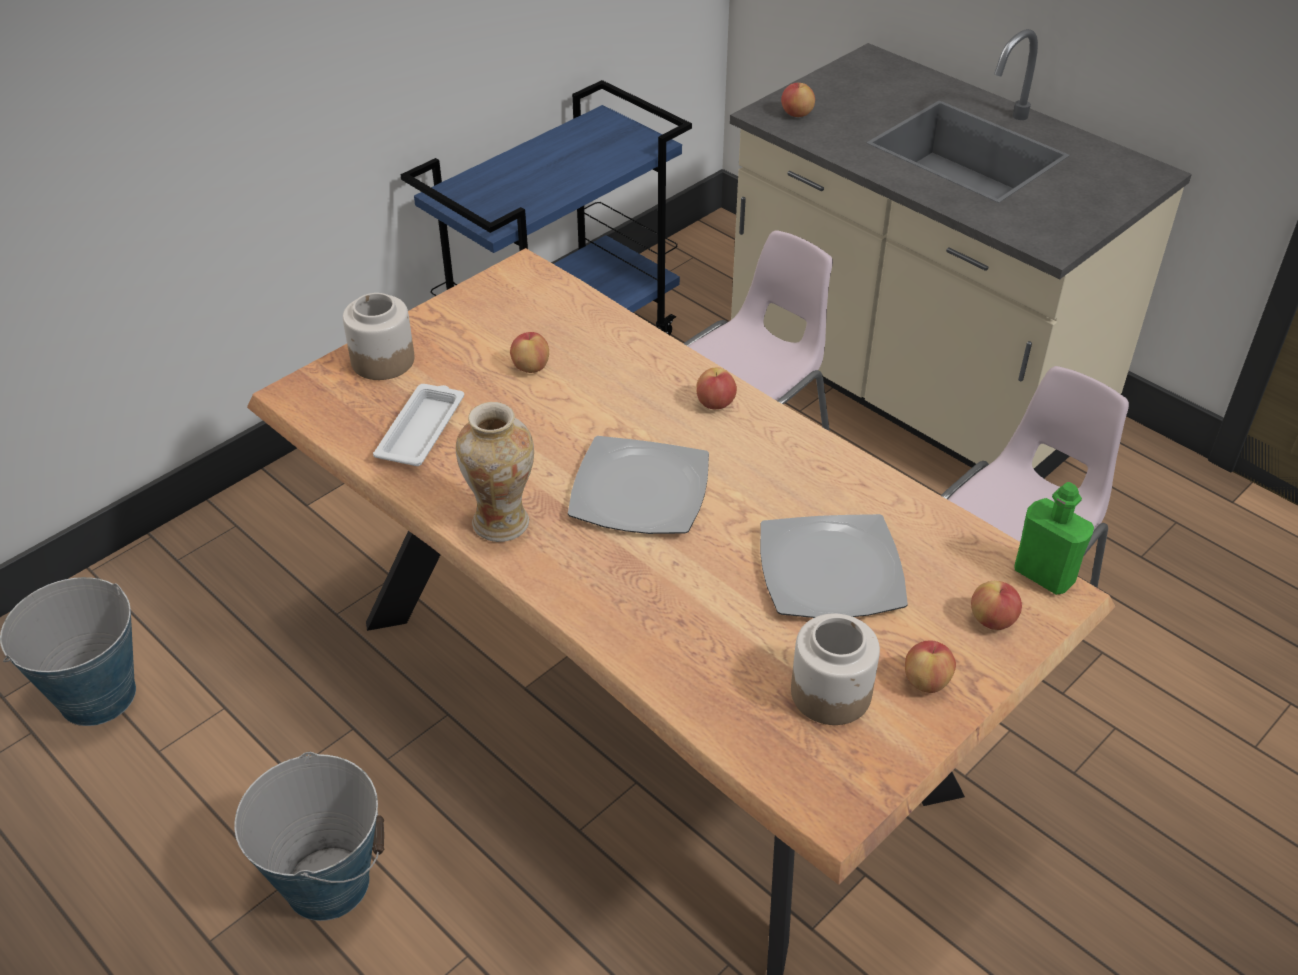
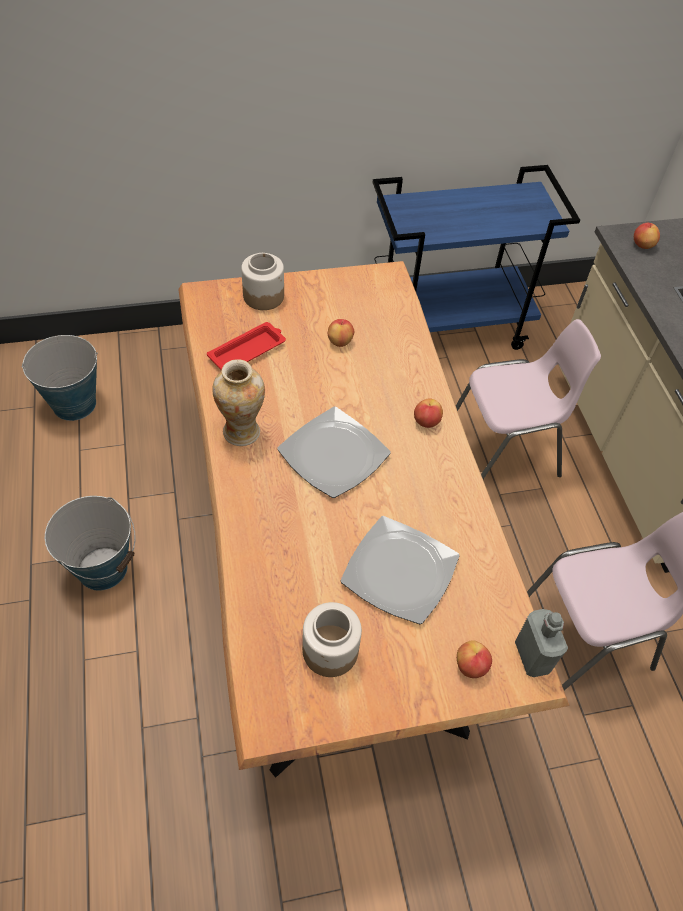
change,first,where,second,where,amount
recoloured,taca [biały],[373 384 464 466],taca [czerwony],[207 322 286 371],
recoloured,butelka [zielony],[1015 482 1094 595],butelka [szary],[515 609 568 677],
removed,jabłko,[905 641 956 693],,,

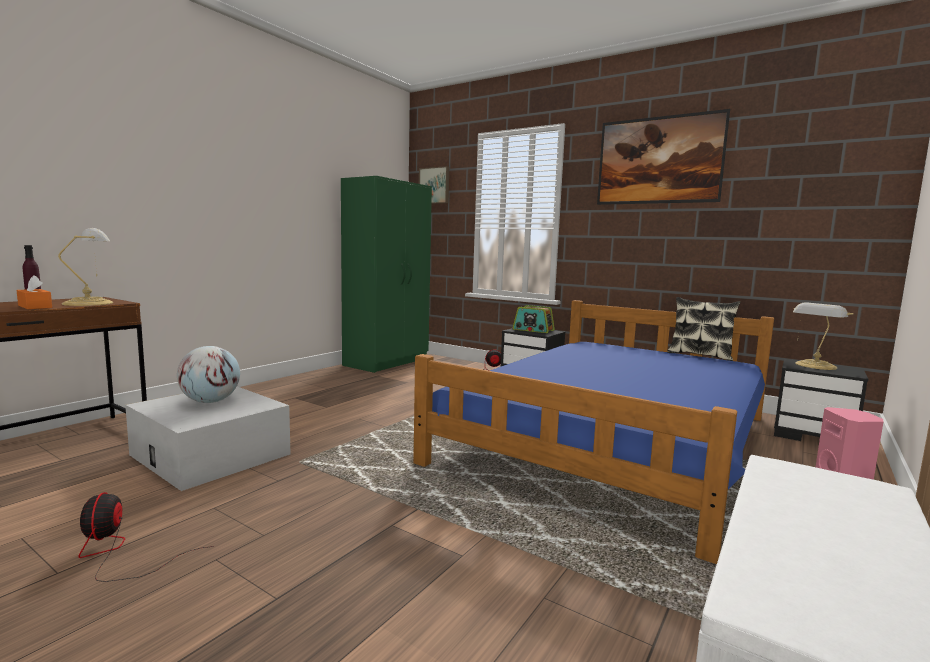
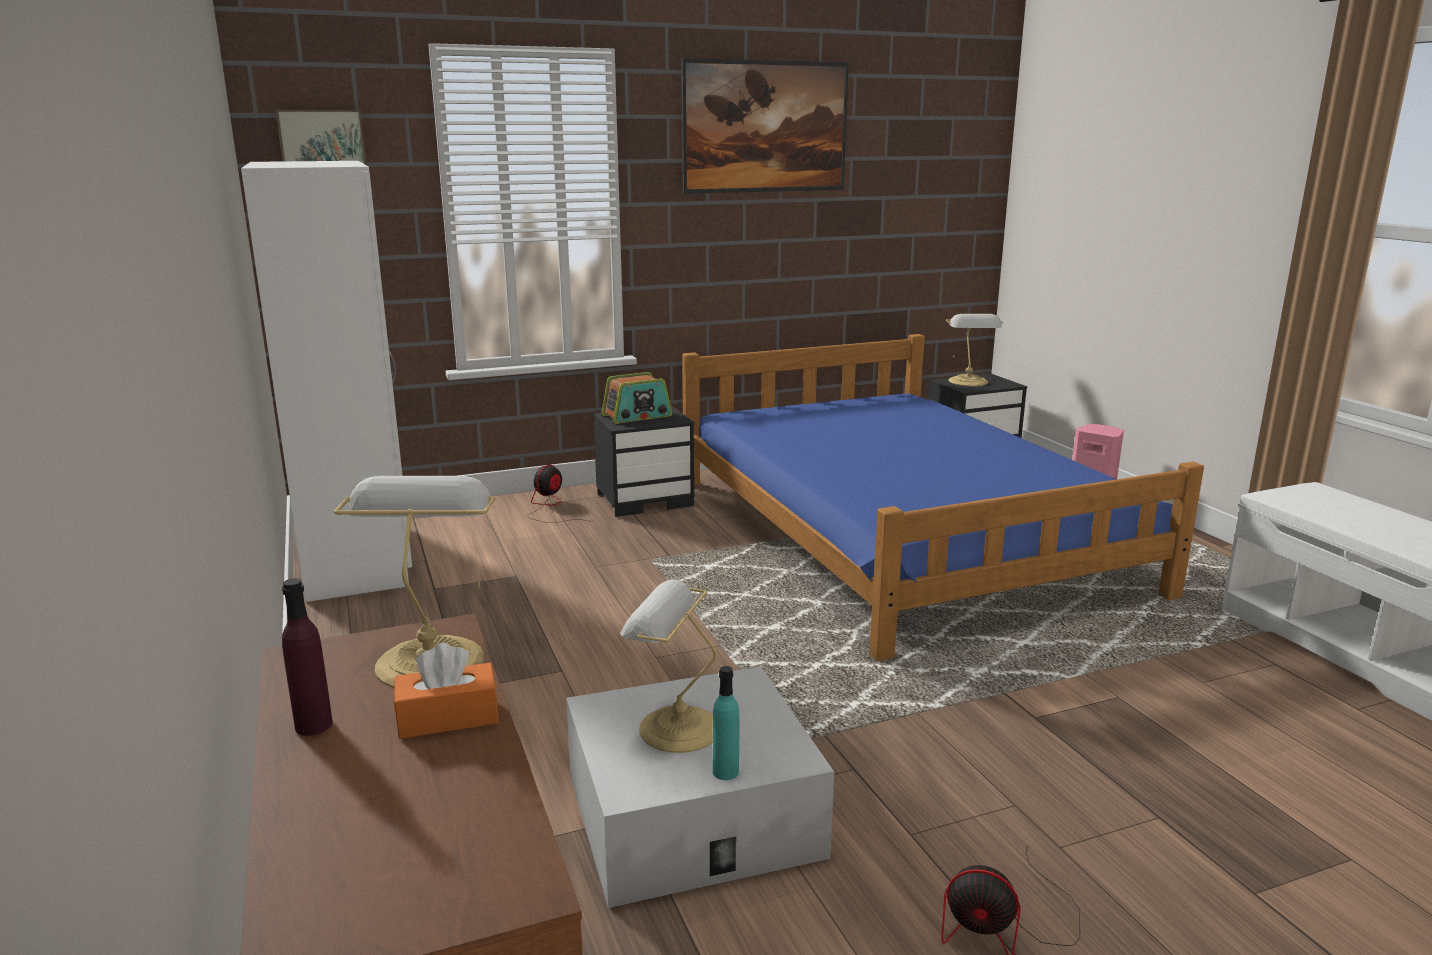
change,first,where,second,where,amount
recoloured,szafa [zielony],[341 176 432 373],szafa [biały],[241 161 412 602],
replaced,globus,[177 346 240 403],lampa stołowa,[620 580 717 753],
added,,,butelka [turkusowy],[713 666 739 780],
removed,poduszka,[667 297 740 361],,,

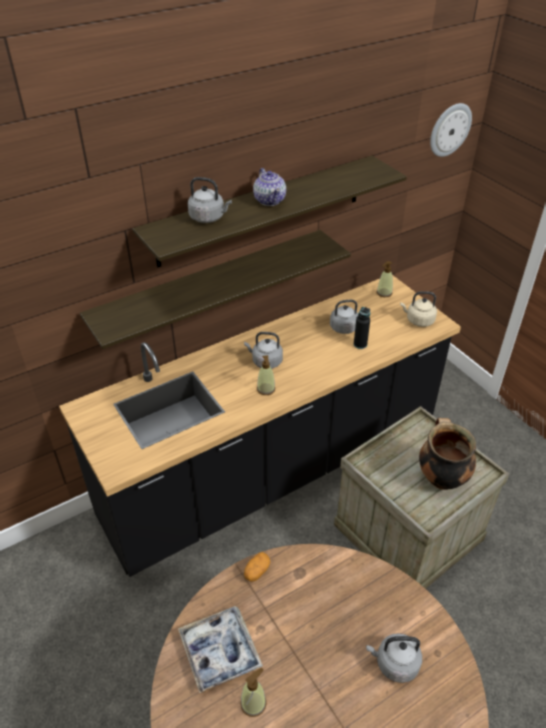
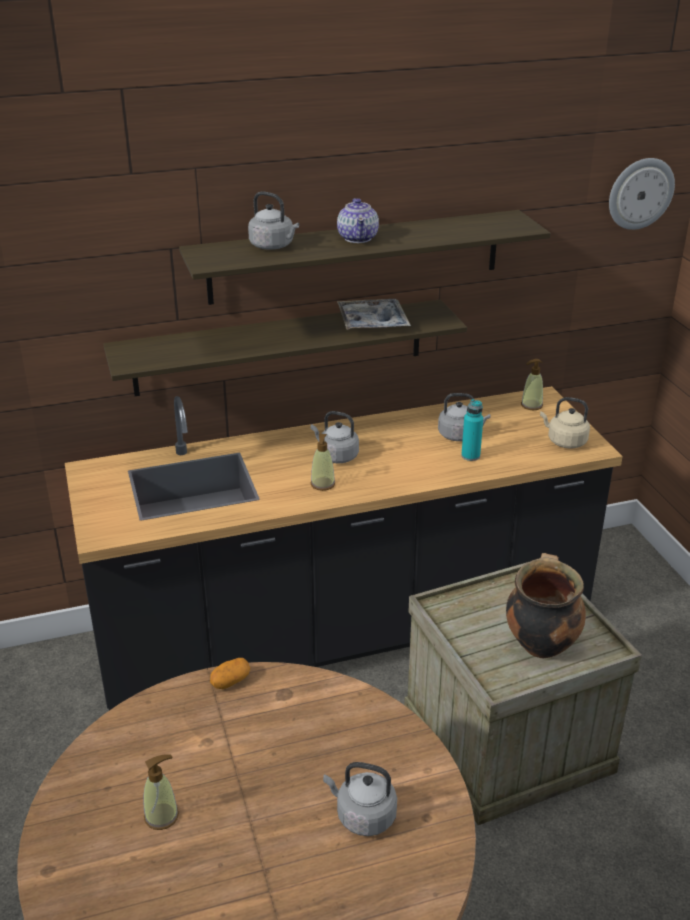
change,first,where,second,where,amount
moved,taca,[178 606 263 693],,[337 299 411 330],
recoloured,butelka [czarny],[354 307 370 349],butelka [turkusowy],[461 399 483 461],

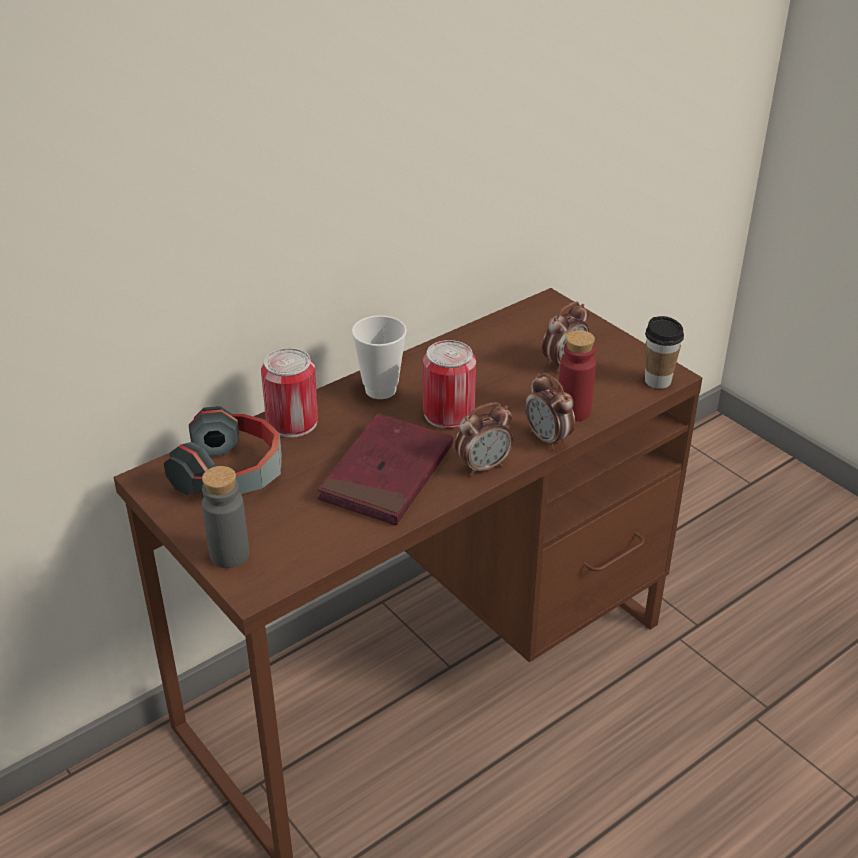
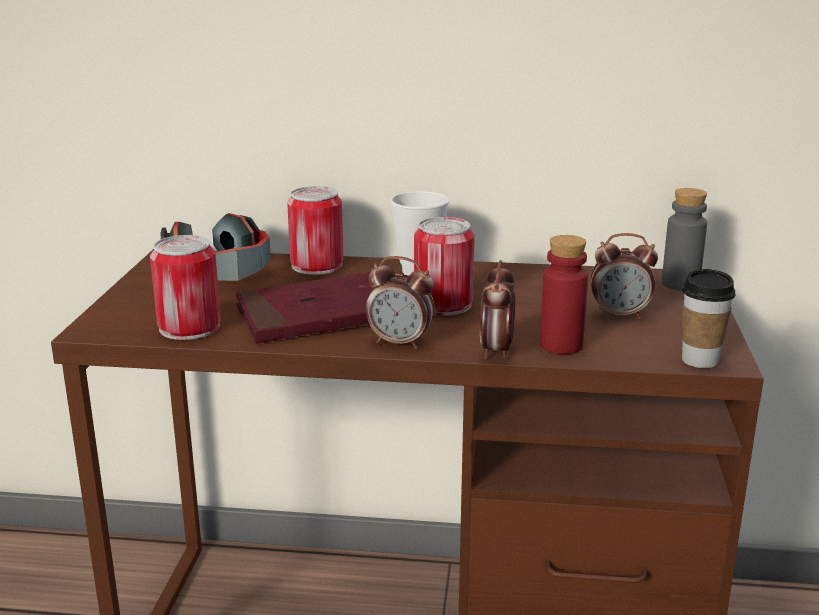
change,first,where,second,where,amount
added,,,puszka,[150 235 221 340],
moved,butelka [szary],[202 466 249 568],,[662 188 707 291],

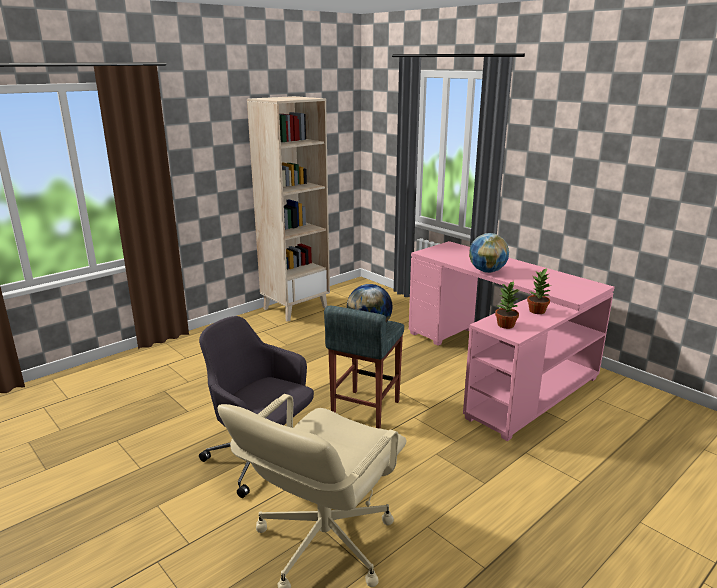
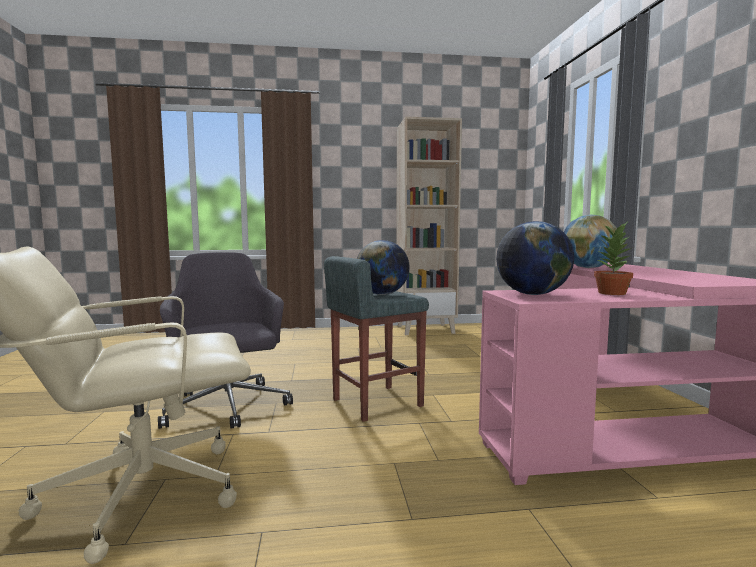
change,first,where,second,where,amount
replaced,roślina doniczkowa,[495 281 519 329],globus,[496 221 574 295],

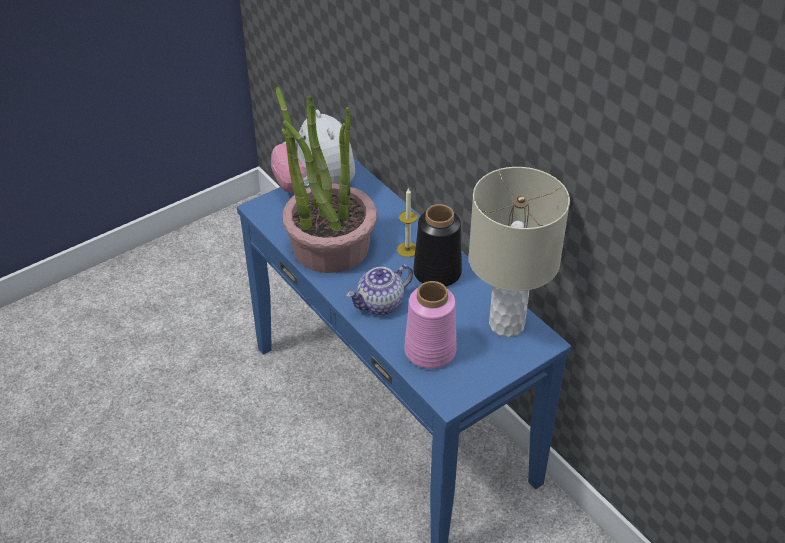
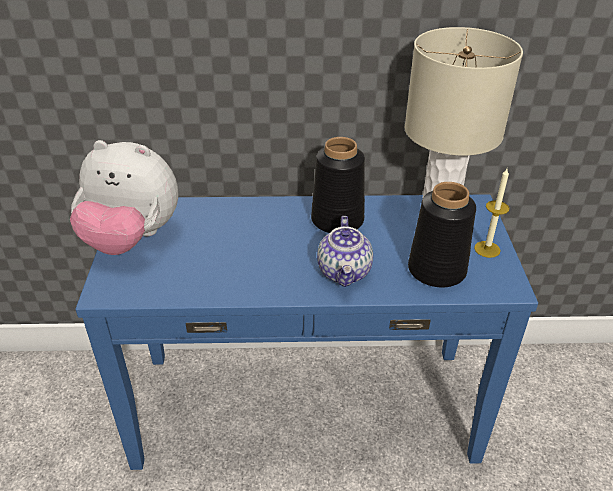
change,first,where,second,where,amount
recoloured,wazon [różowy],[404 281 456 369],wazon [czarny],[408 182 476 287],
moved,świeca,[397 187 418 257],,[474 169 509 258],
removed,roślina doniczkowa,[275 87 377 273],,,

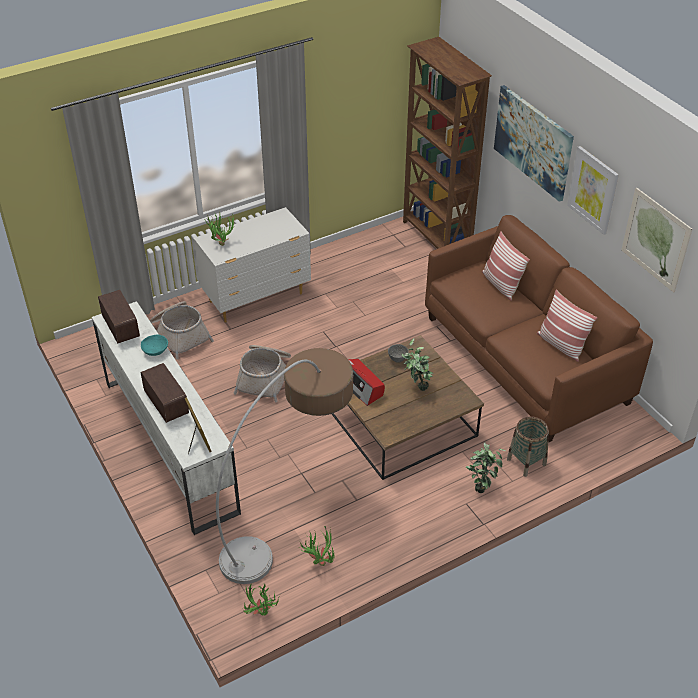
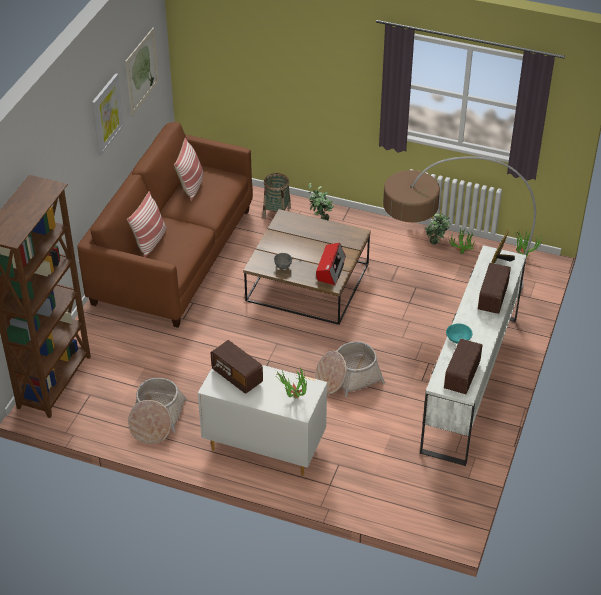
change,first,where,second,where,amount
moved,koszyk,[150 301 214 359],,[128 378 187 444],
added,,,radio,[211 340 263 394],
moved,roślina doniczkowa,[402 339 434 391],,[425 214 451 245],
removed,obraz,[494 85 574 202],,,

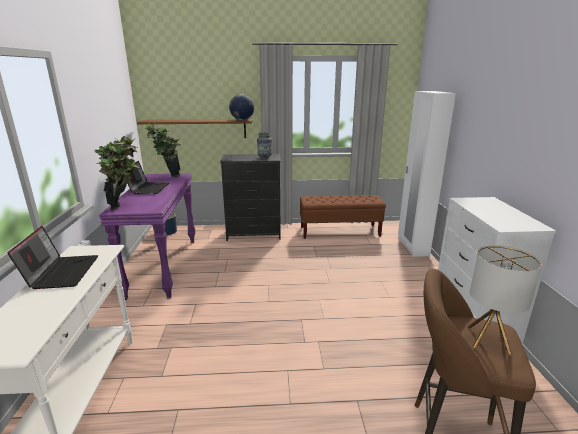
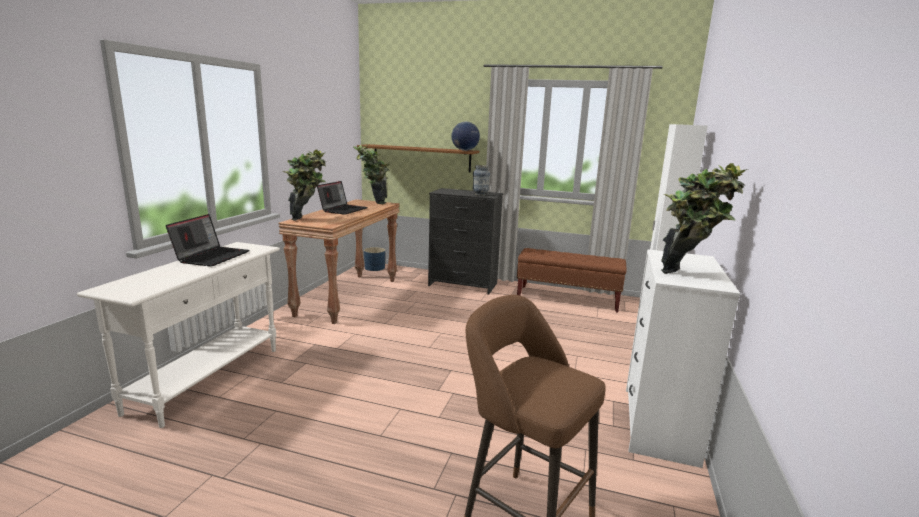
change,first,where,second,where,amount
recoloured,stolik konsolowy [fioletowy],[99 173 196 300],stolik konsolowy [brązowy],[278 199 400 324],
added,,,roślina doniczkowa,[661 163 748 274],
removed,lampa stołowa,[467 245 542 355],,,

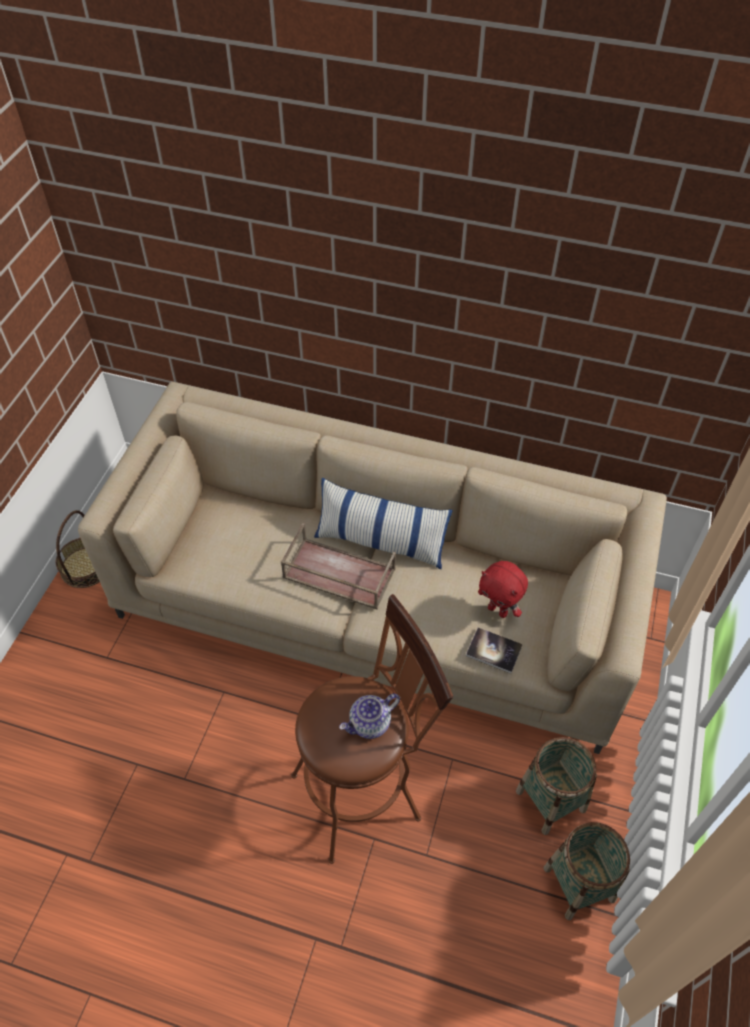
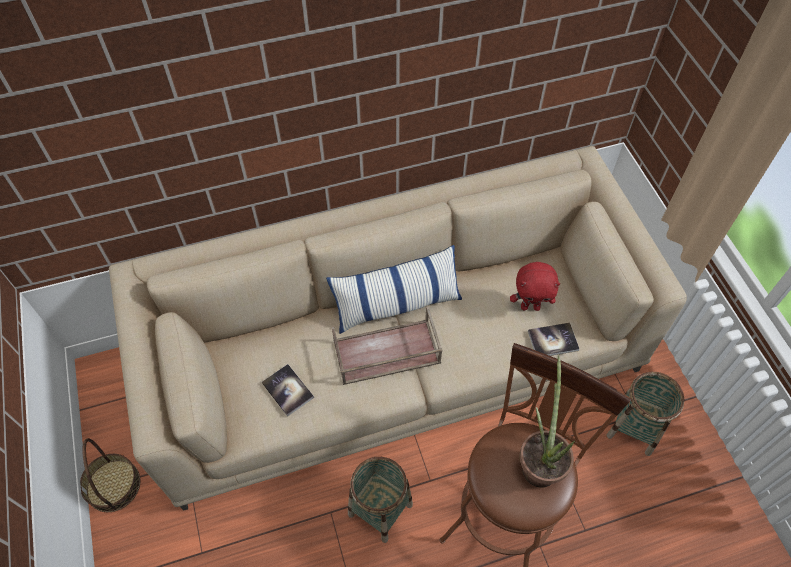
change,first,where,second,where,amount
added,,,książka,[262 364 314 417],
moved,koszyk,[544 822 630 920],,[348 457 413 543],
replaced,imbryk,[339 694 400 739],roślina doniczkowa,[519 355 575 488],

